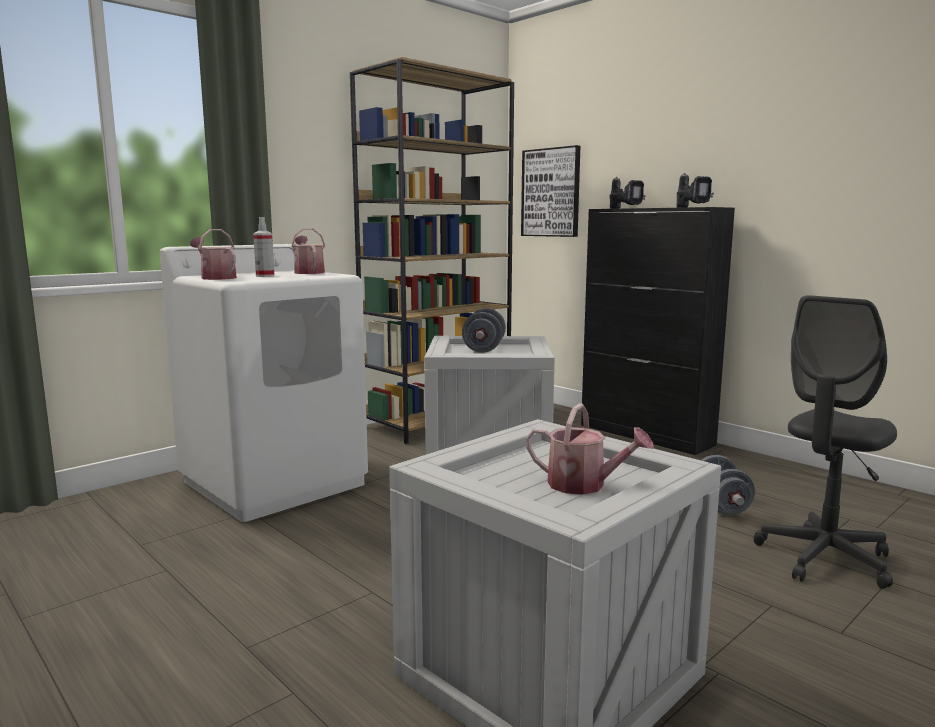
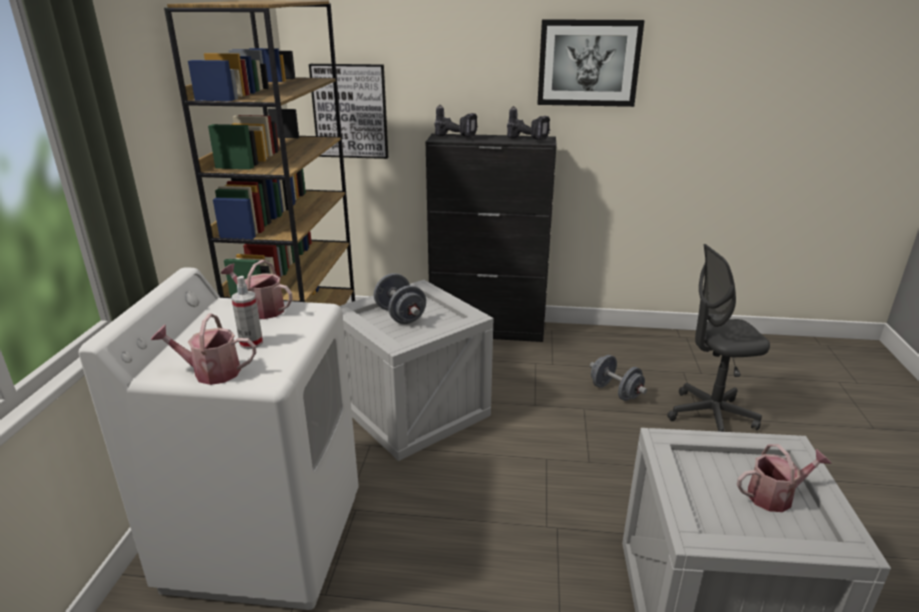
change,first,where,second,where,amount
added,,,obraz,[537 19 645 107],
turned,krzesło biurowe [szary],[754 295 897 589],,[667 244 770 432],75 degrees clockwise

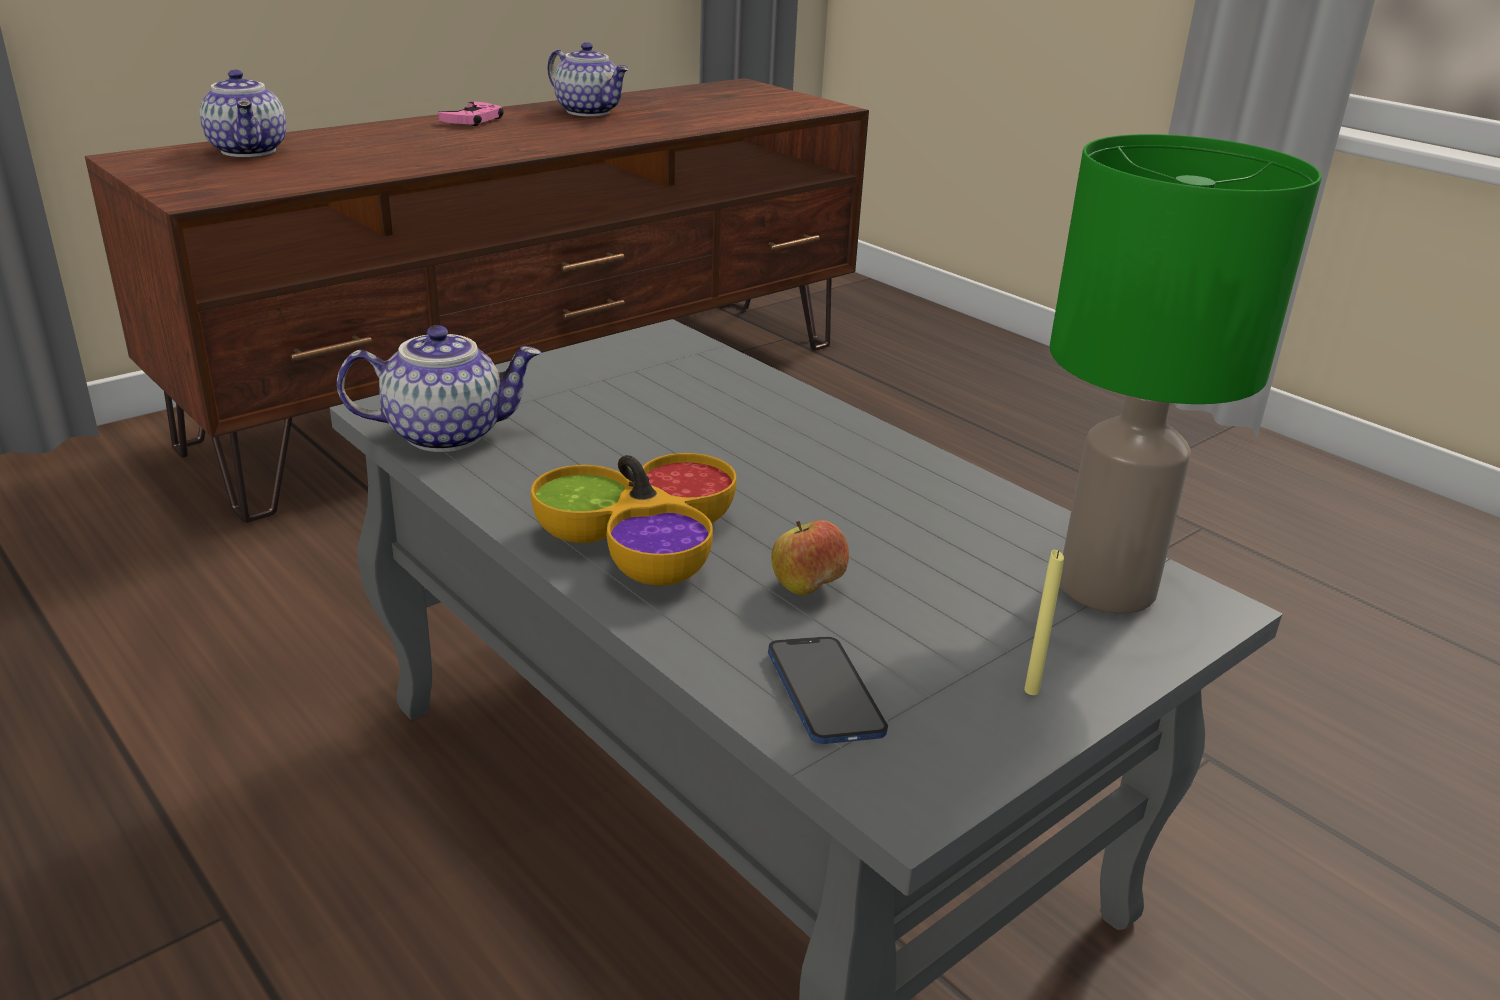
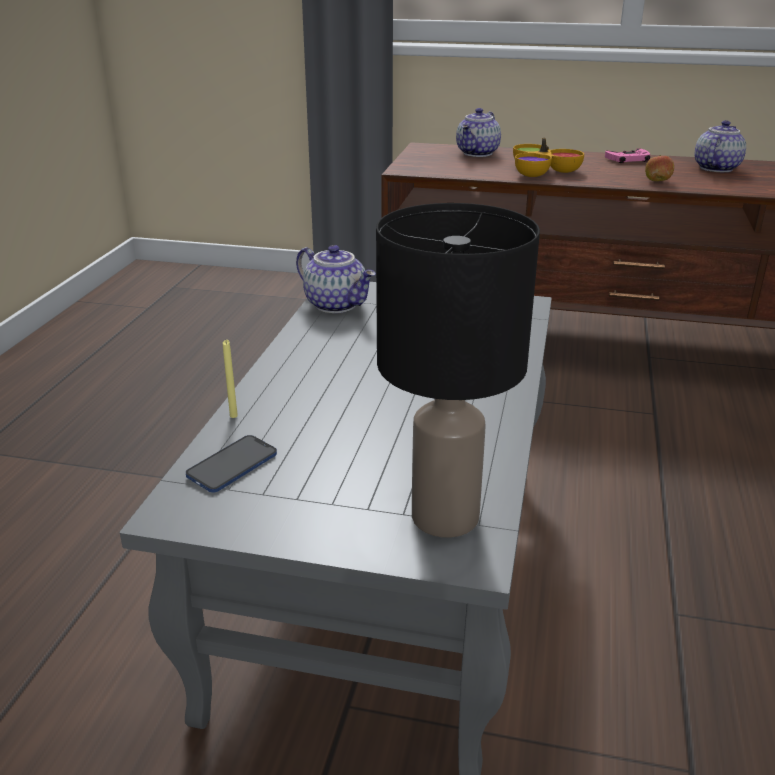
change,first,where,second,where,amount
moved,świeca [żółty],[1024 550 1064 695],,[223 340 238 418],
recoloured,lampa stołowa [zielony],[1050 134 1322 614],lampa stołowa [czarny],[376 203 540 538],
moved,miska,[531 453 737 586],,[513 138 584 177],
moved,jabłko,[771 520 849 595],,[645 155 674 181],
turned,imbryk,[547 42 629 117],,[694 120 746 172],150 degrees counterclockwise

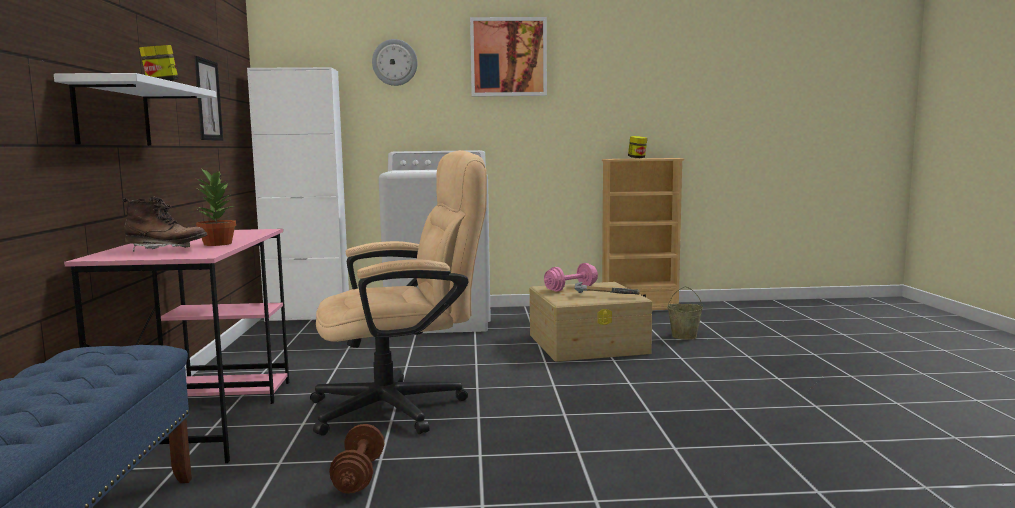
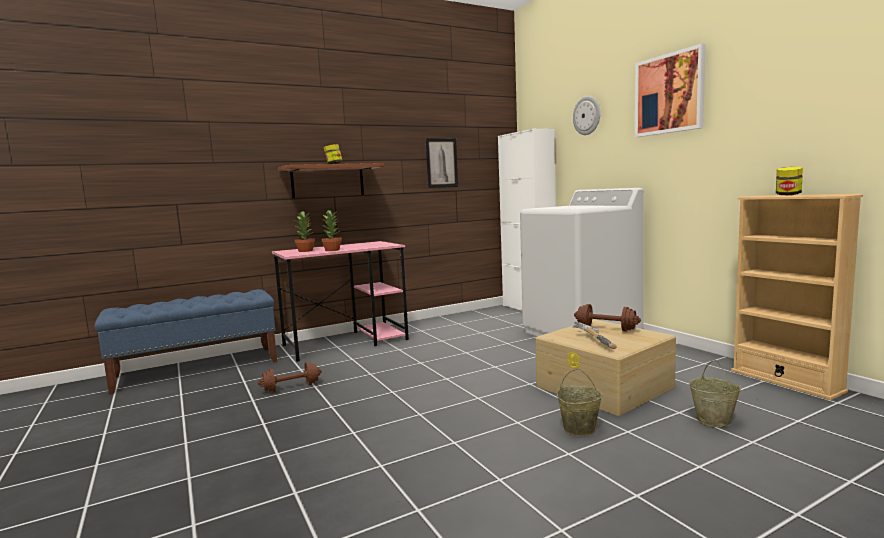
change,first,where,second,where,amount
recoloured,półka [biały],[54 73 216 146],półka [brązowy],[278 163 384 198],
replaced,but z cholewką [brązowy],[122 196 207 252],roślina doniczkowa,[295 211 315 252],
added,,,wiadro [beżowy],[557 369 603 436],
recoloured,hantel [różowy],[544 263 598 292],hantel [brązowy],[574 304 641 332],
removed,krzesło biurowe [beżowy],[310 150 487 436],,,

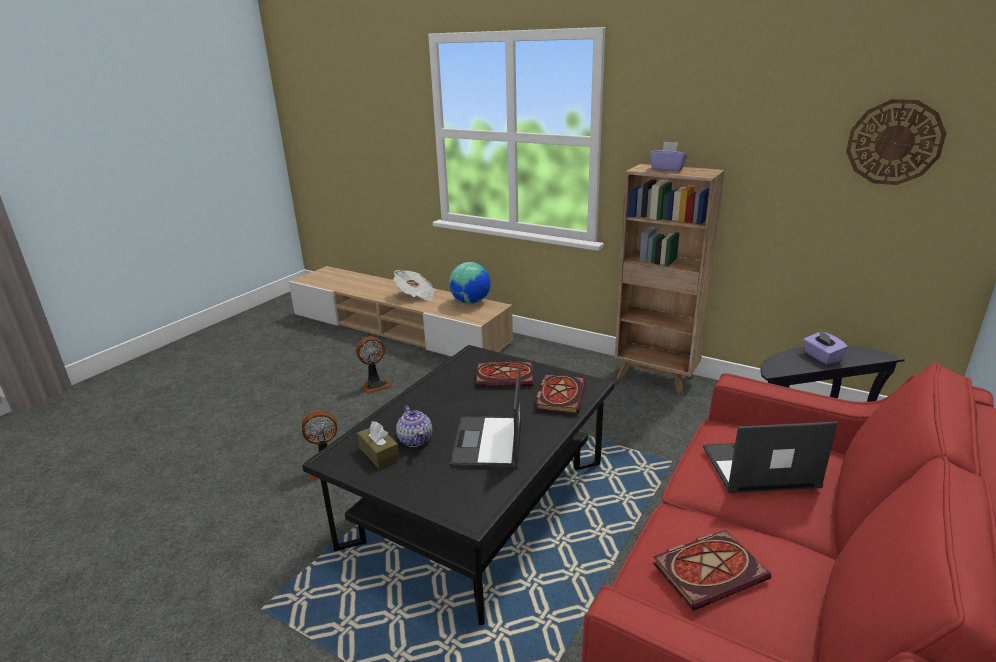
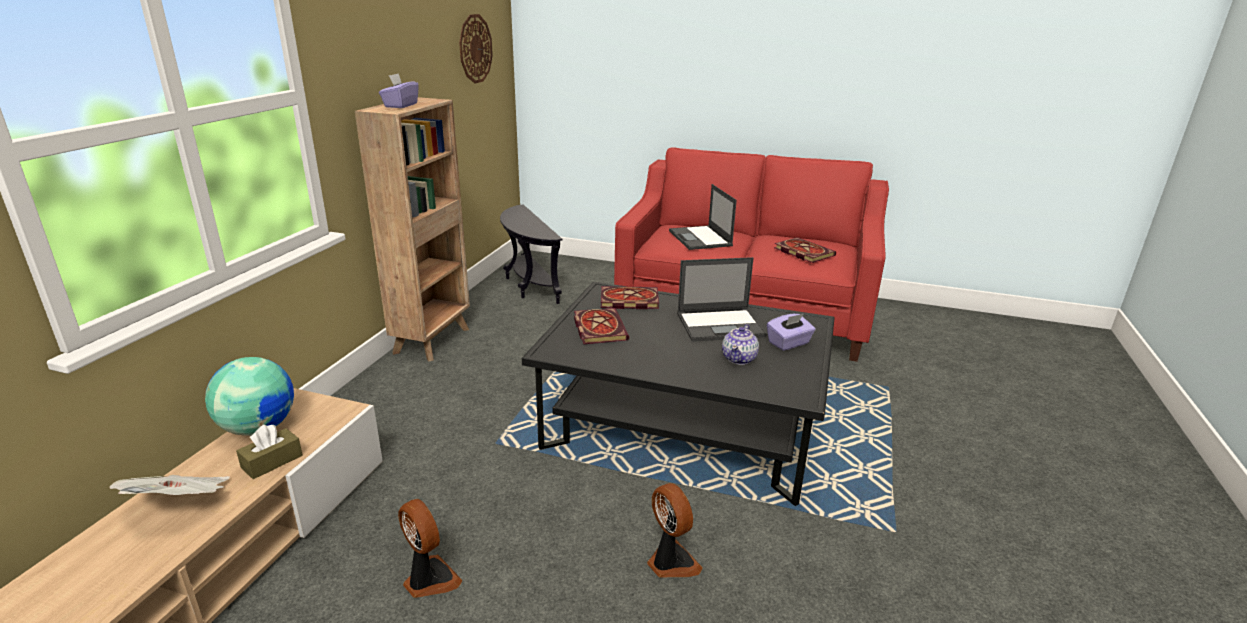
change,first,where,second,where,amount
moved,pudełko chusteczek [brązowy],[357 421 400 468],,[236 425 303 479],
turned,imbryk,[396 406 432 447],,[722 324 759 365],150 degrees clockwise
moved,pudełko chusteczek [fioletowy],[803 330 848 365],,[767 314 816 351],

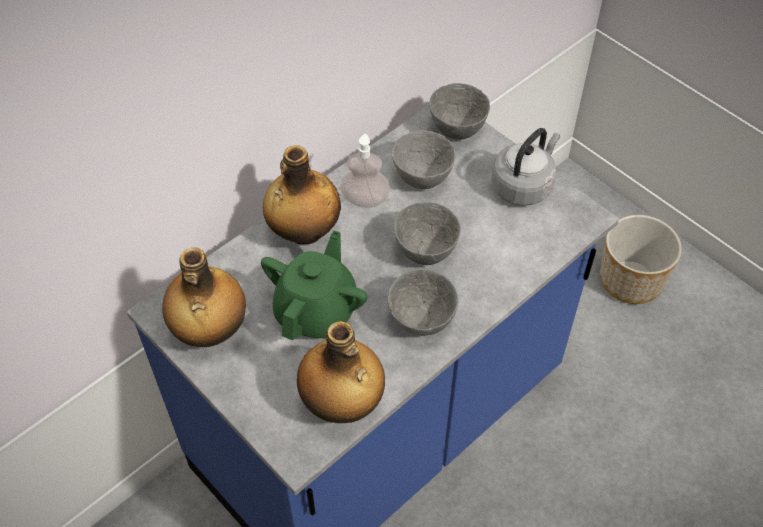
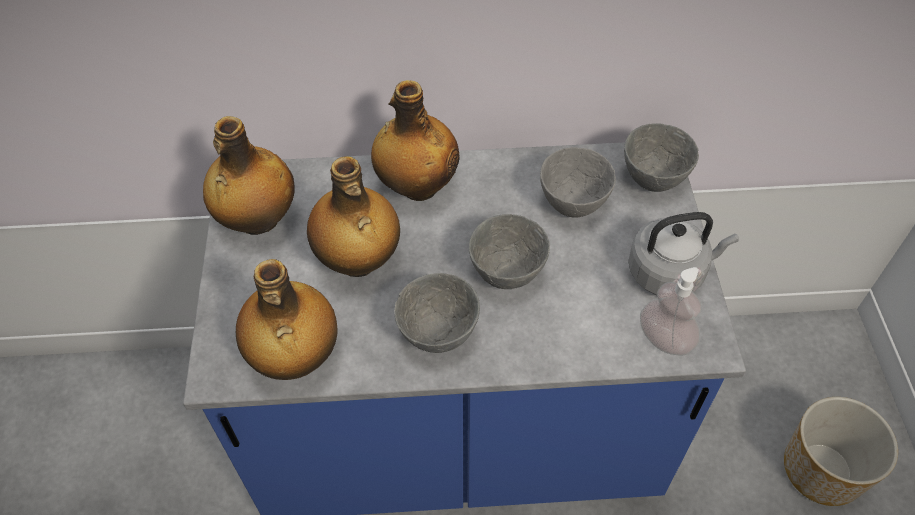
change,first,where,second,where,amount
replaced,imbryk [zielony],[261 230 368 340],butelka,[307 156 400 277],
moved,dozownik mydła,[341 134 390 208],,[640 267 702 356],

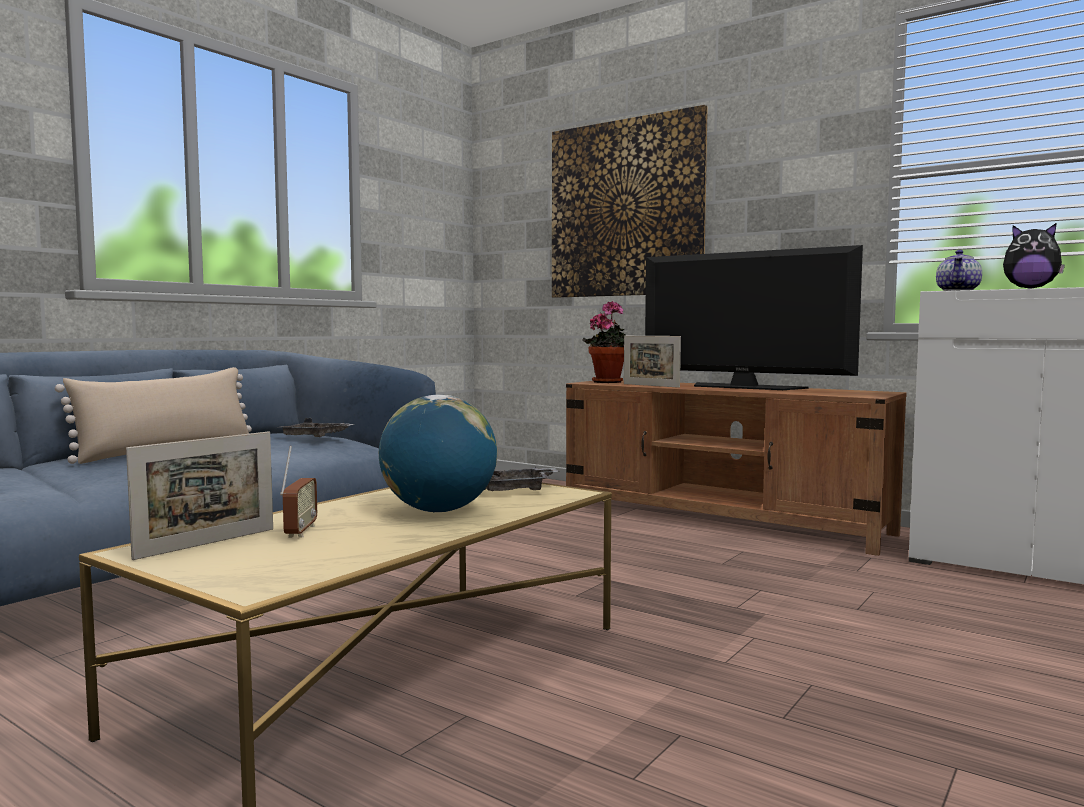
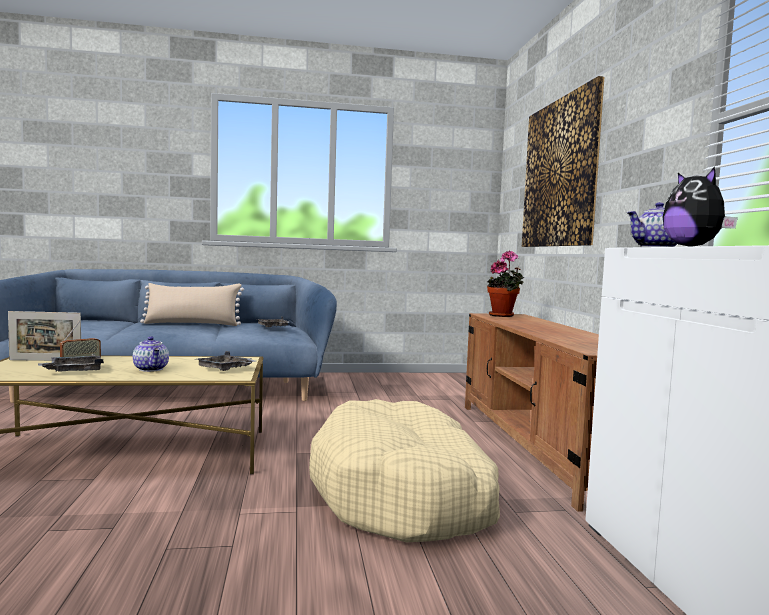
change,first,where,second,where,amount
added,,,taca [szary],[38 356 104 372],
replaced,globus,[379 395 497 512],imbryk,[133 336 169 372],
added,,,legowisko [beżowy],[309 399 500 542],
removed,ramka na zdjęcie,[624 336 681 388],,,
removed,telewizor,[645 245 863 390],,,

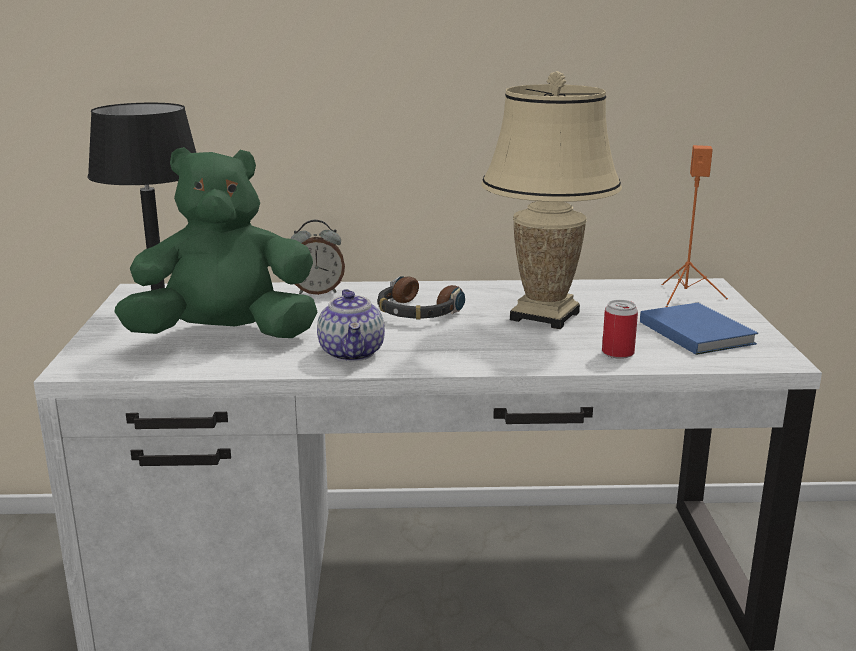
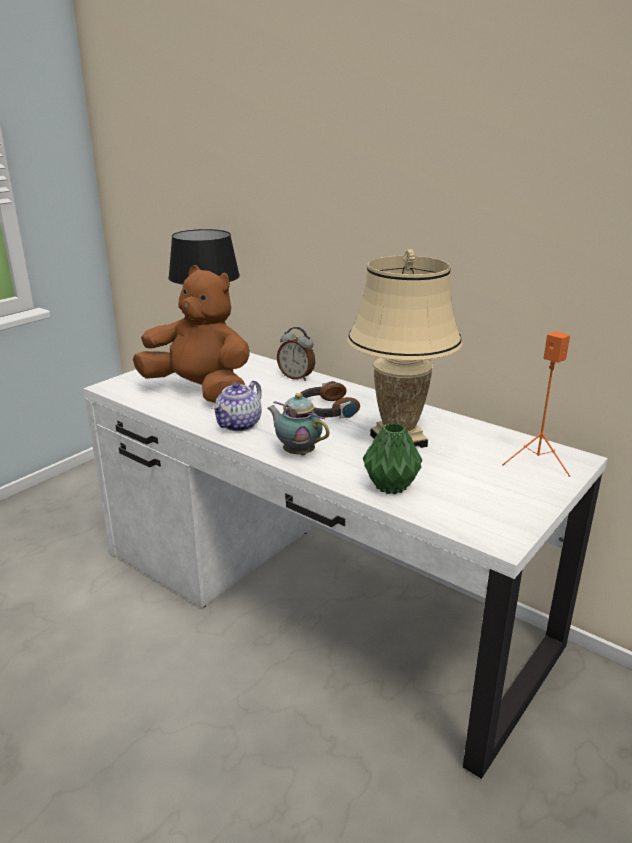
change,first,where,second,where,amount
recoloured,pluszak [zielony],[115 147 317 338],pluszak [brązowy],[133 265 250 403],
added,,,imbryk,[267 393 329 455],
replaced,puszka,[602 300 638 359],wazon [zielony],[363 423 422 494],
removed,książka [niebieski],[640 303 758 355],,,

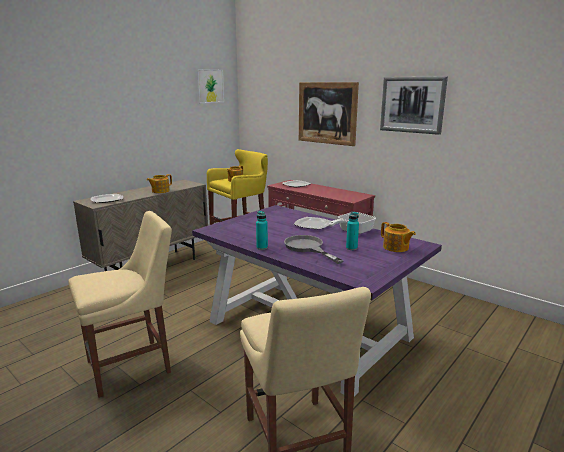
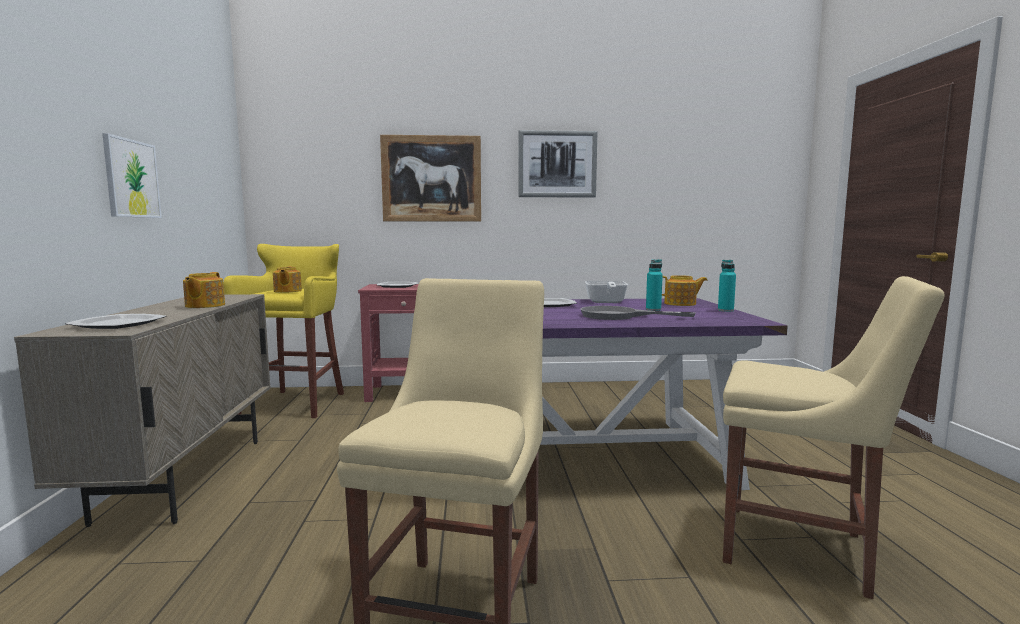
change,first,where,second,where,amount
moved,obraz,[196 69 224 103],,[102 133 162 218],
moved,butelka [turkusowy],[256 211 268 250],,[718 260 736 312],

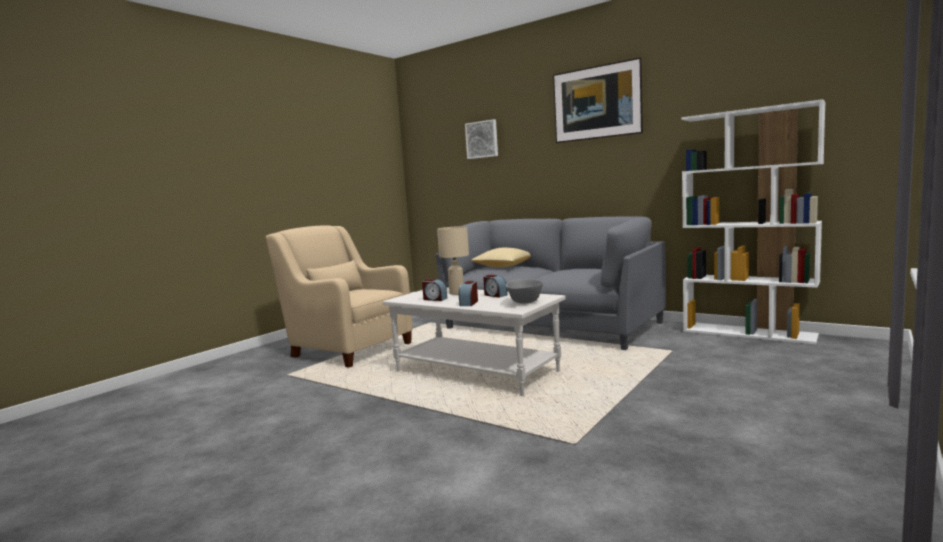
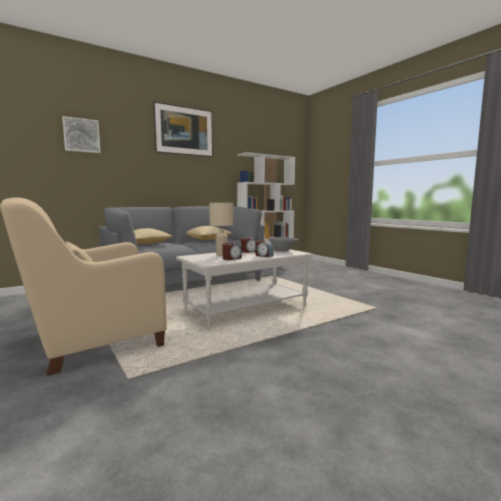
change,first,where,second,where,amount
added,,,poduszka,[186 226 232 240],

